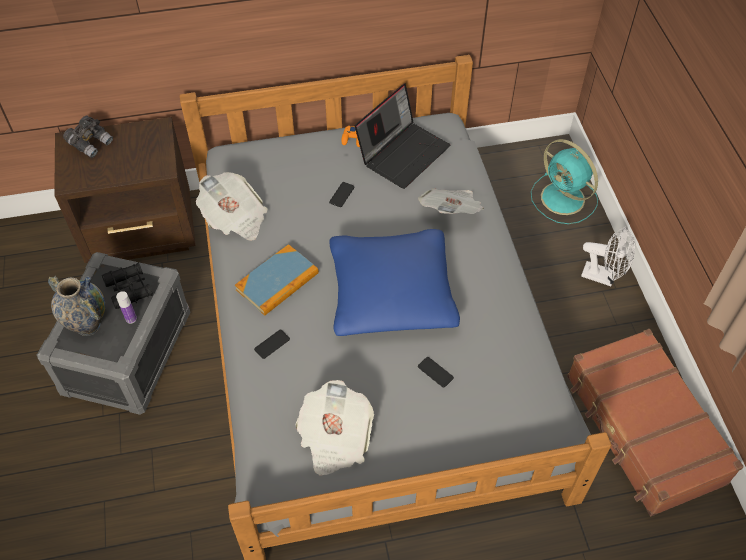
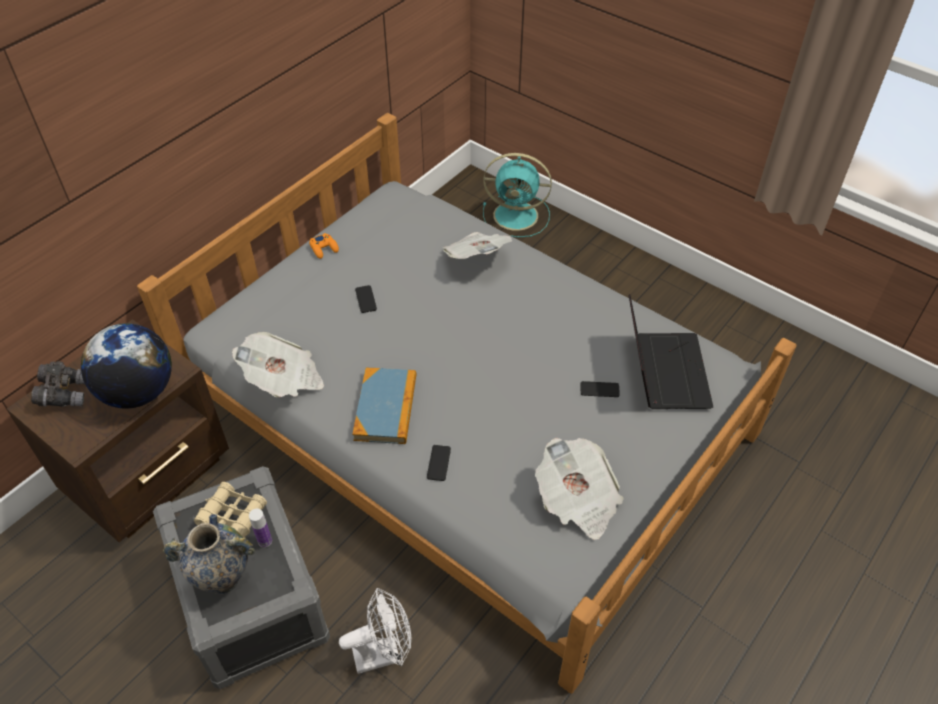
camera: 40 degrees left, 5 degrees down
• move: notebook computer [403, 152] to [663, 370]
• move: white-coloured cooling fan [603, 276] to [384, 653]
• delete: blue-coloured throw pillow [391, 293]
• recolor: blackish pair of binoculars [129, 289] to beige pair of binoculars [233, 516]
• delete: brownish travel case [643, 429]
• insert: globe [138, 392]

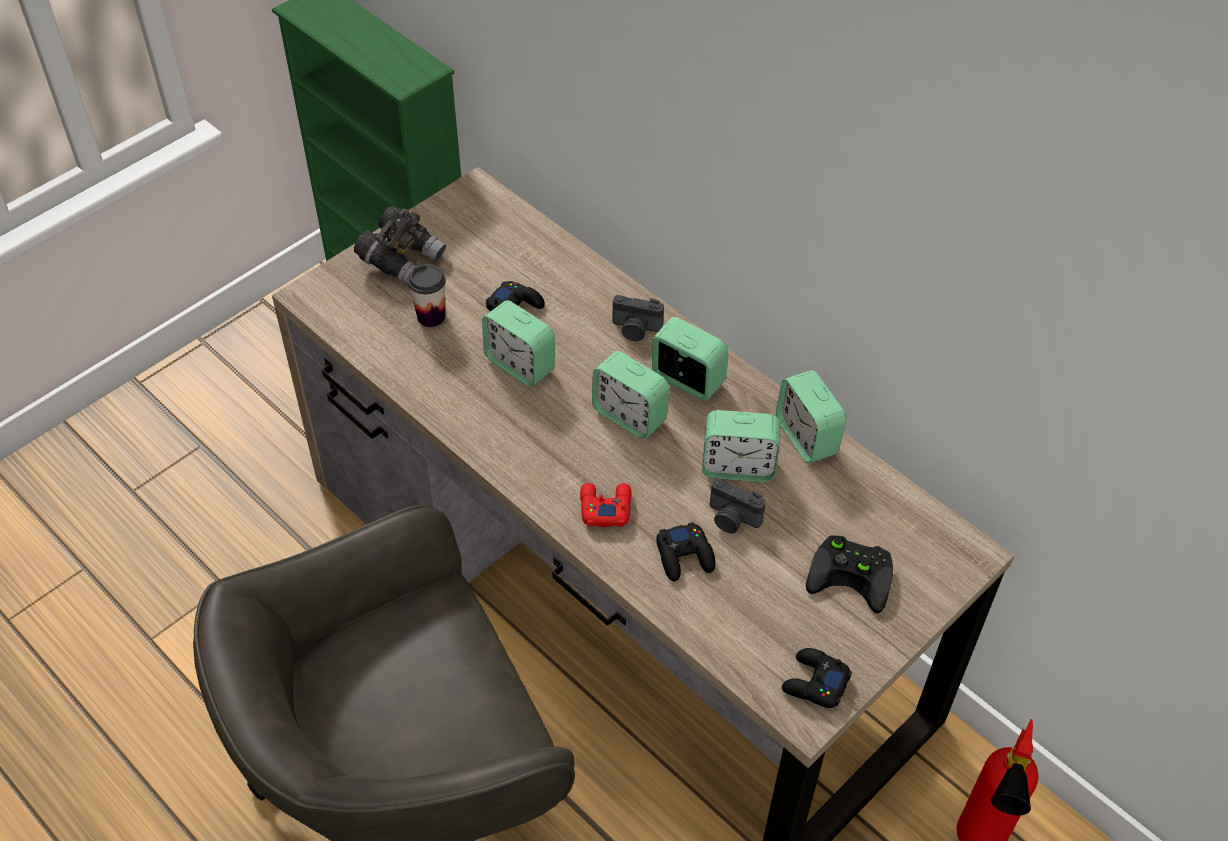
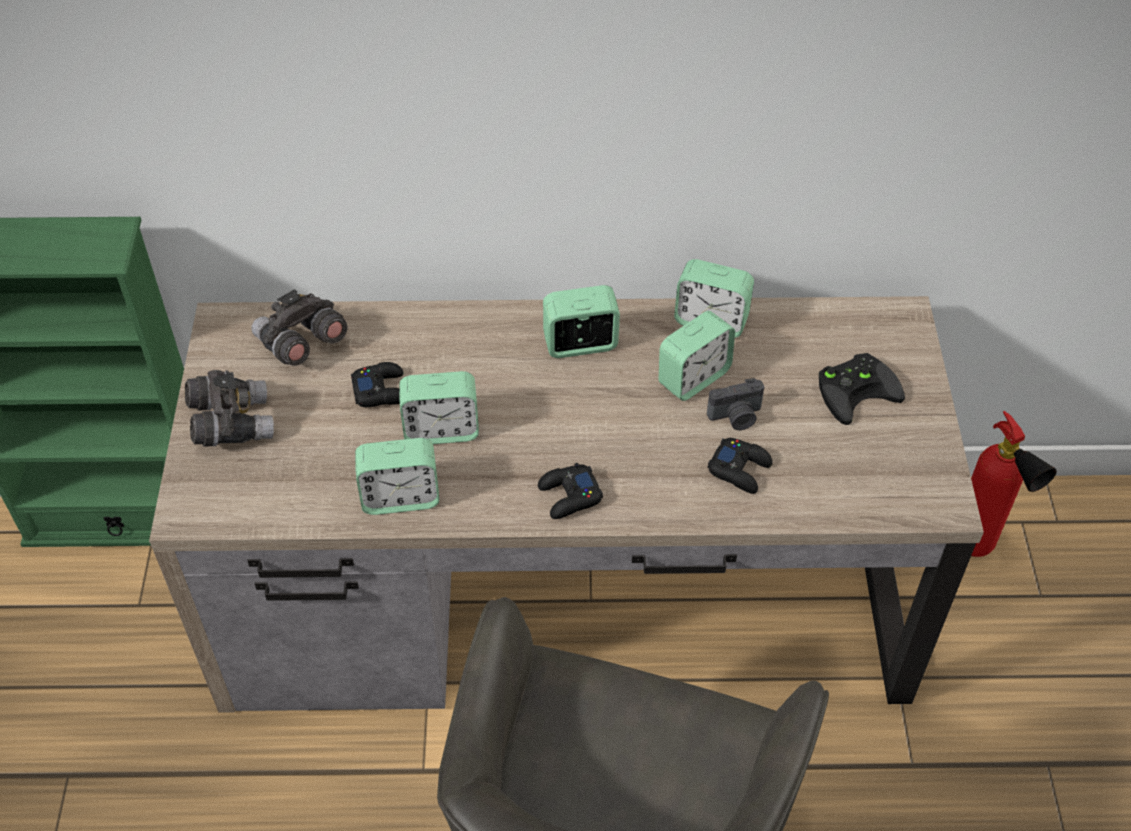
camera: 45 degrees left, 0 degrees up
• delete: cup [431, 316]
• delete: photo camera [635, 329]
• move: table clock [629, 416] to [400, 497]
• delete: reddish game controller [605, 507]
• move: blackish game controller [814, 683] to [569, 496]
• insert: grey pair of binoculars [301, 344]

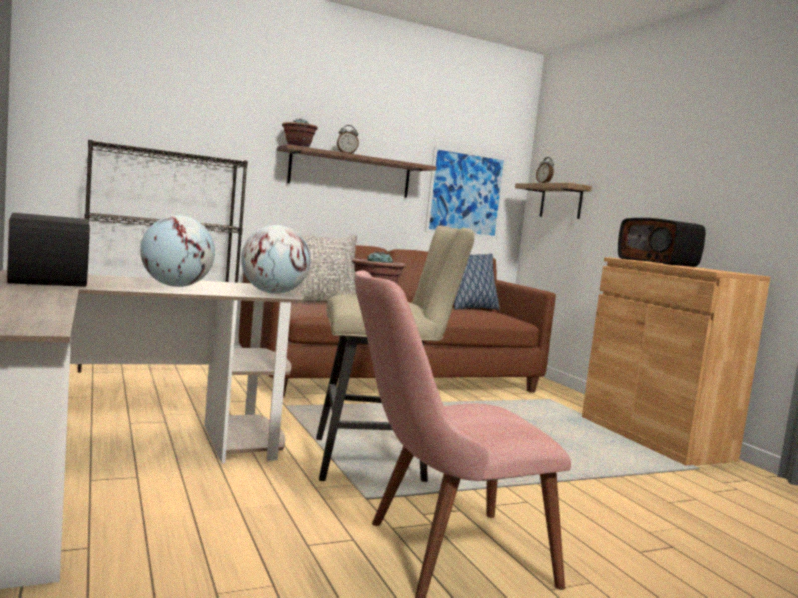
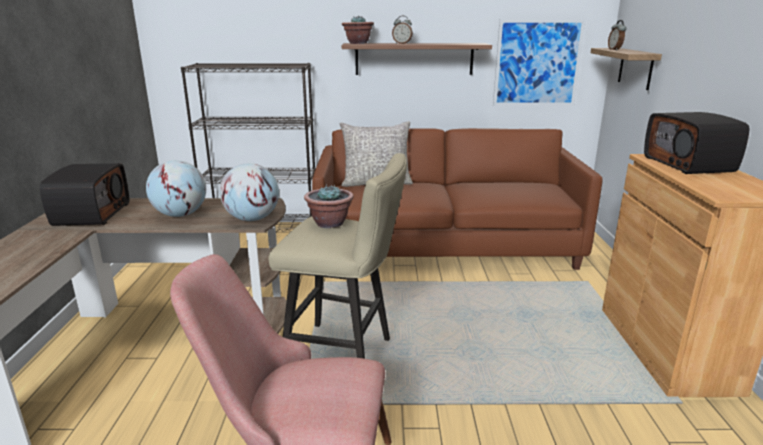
camera: 25 degrees right, 15 degrees up
• delete: throw pillow [471, 308]

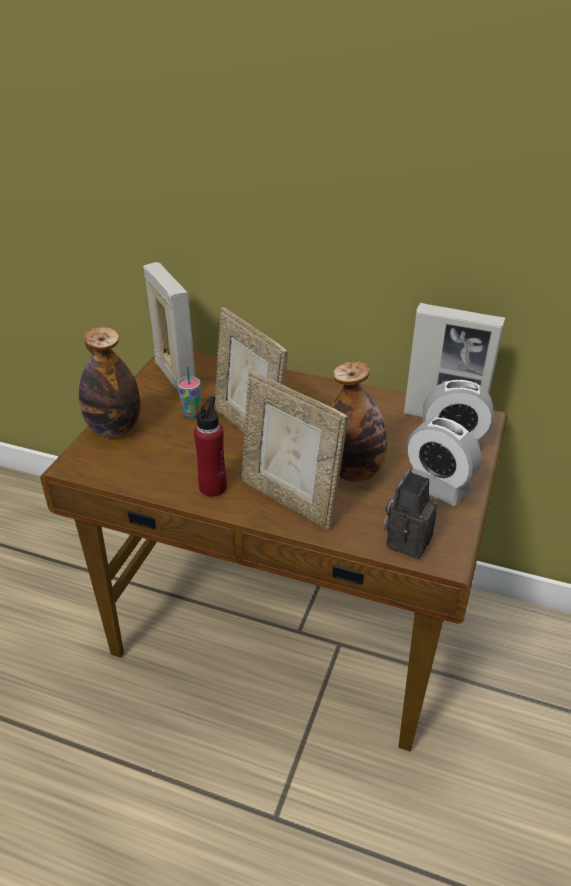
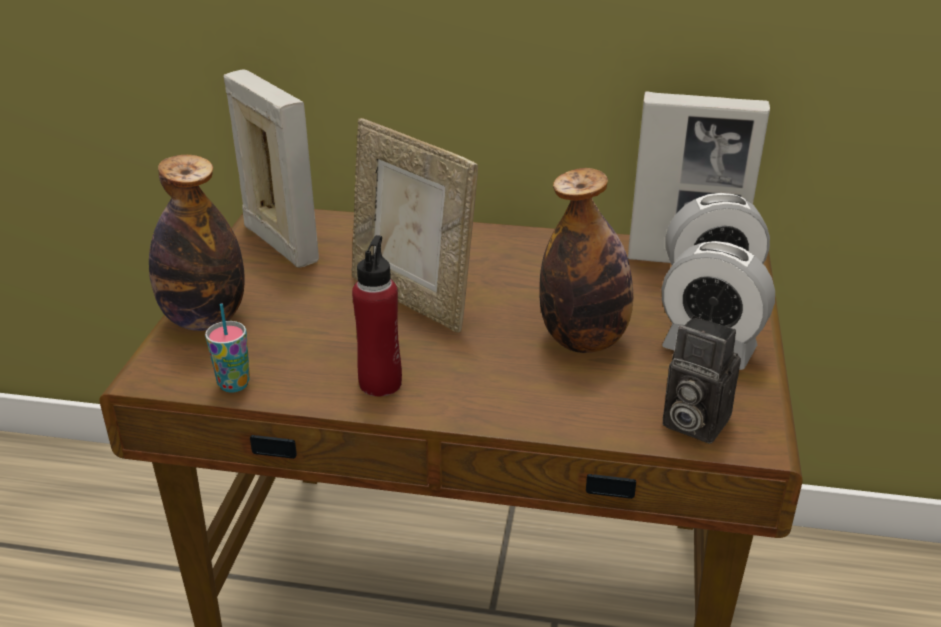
camera: 10 degrees left, 5 degrees down
• move: cup [191, 413] to [234, 384]
• delete: picture frame [290, 500]
• rotate: photo camera [407, 539] = [691, 422] 75 degrees counterclockwise

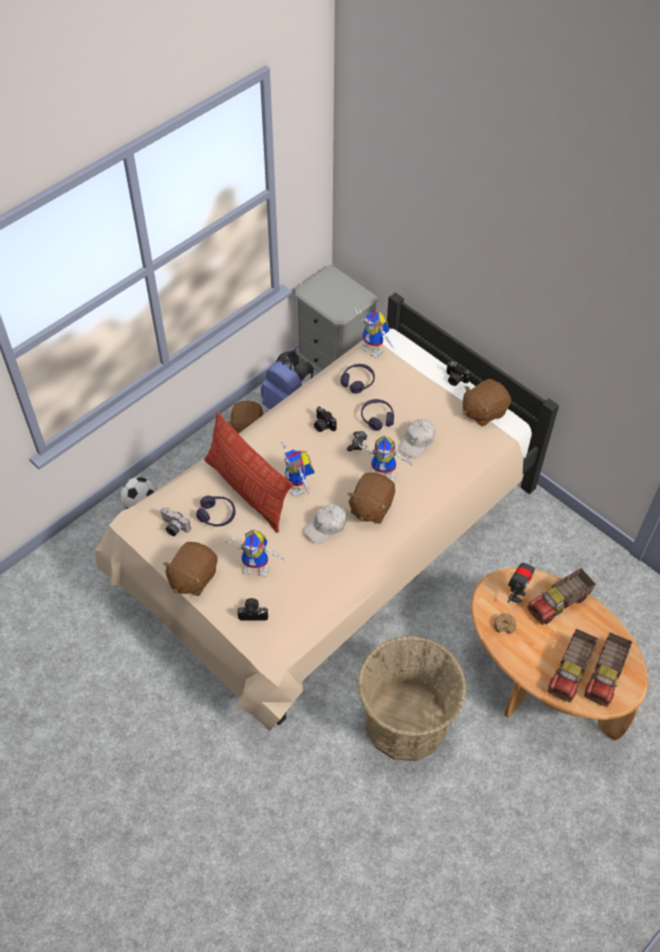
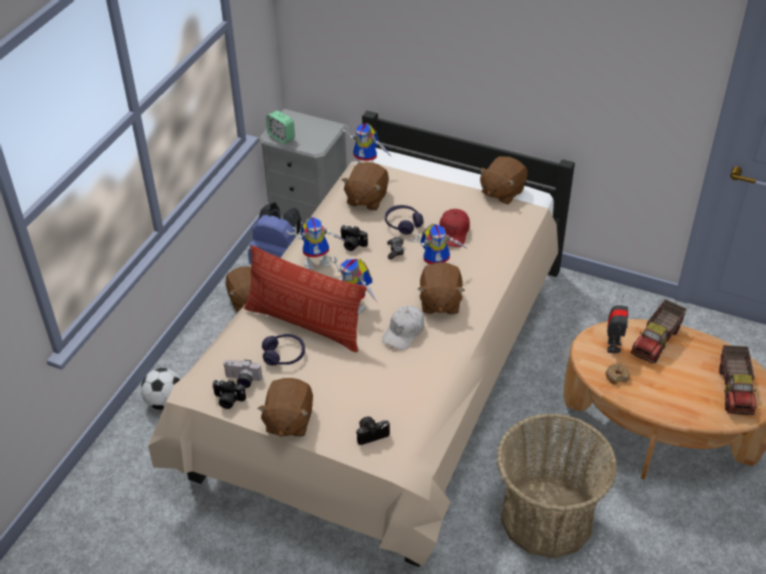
camera: 20 degrees left, 10 degrees down
• move: photo camera [455, 379] to [228, 400]
• replace: purplish headphones [357, 382] to brownish plush toy [366, 198]
• recolor: white-coloured cap [417, 441] to reddish cap [453, 233]
• move: robot figure [258, 566] to [318, 261]
• delete: toy truck [571, 671]
• insert: table clock [281, 137]

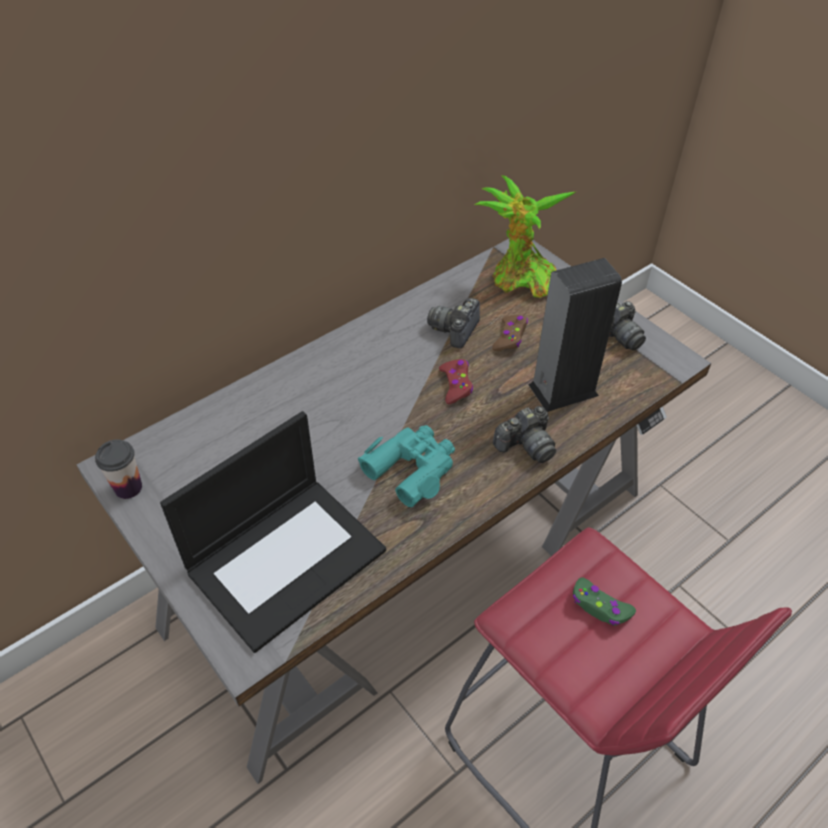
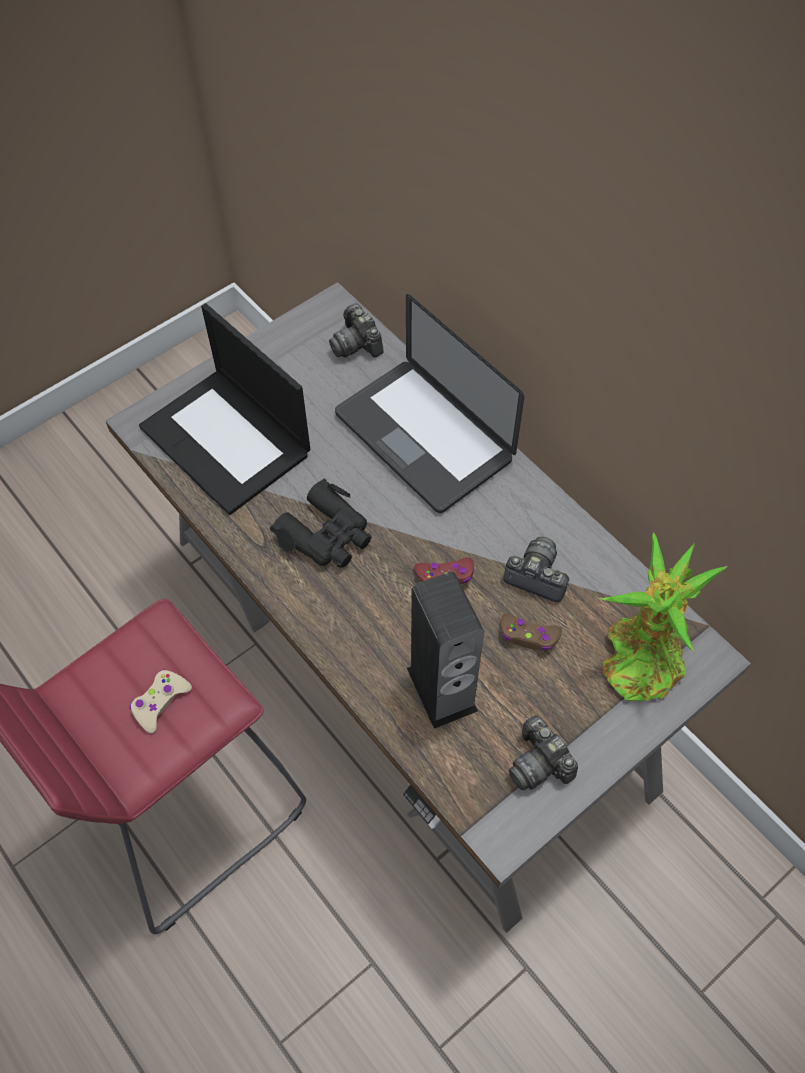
camera: 90 degrees right, 10 degrees up
• move: photo camera [526, 445] to [356, 343]
• recolor: blue-green pair of binoculars [412, 468] to blackish pair of binoculars [327, 534]
• delete: cup [128, 487]
• recolor: green game controller [600, 607] to beige game controller [160, 702]
• insert: notebook computer [423, 437]

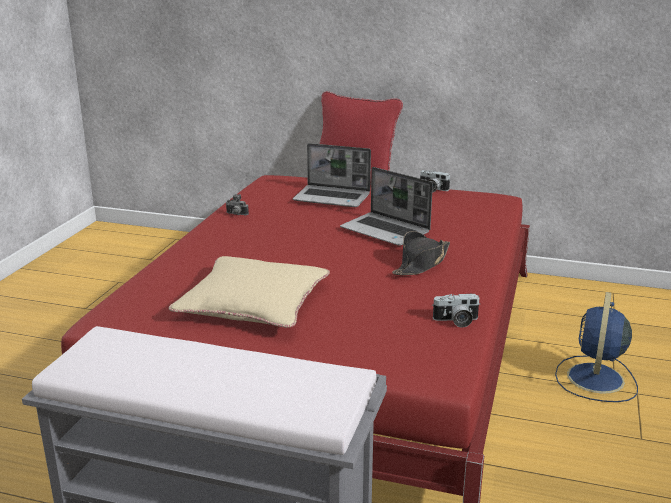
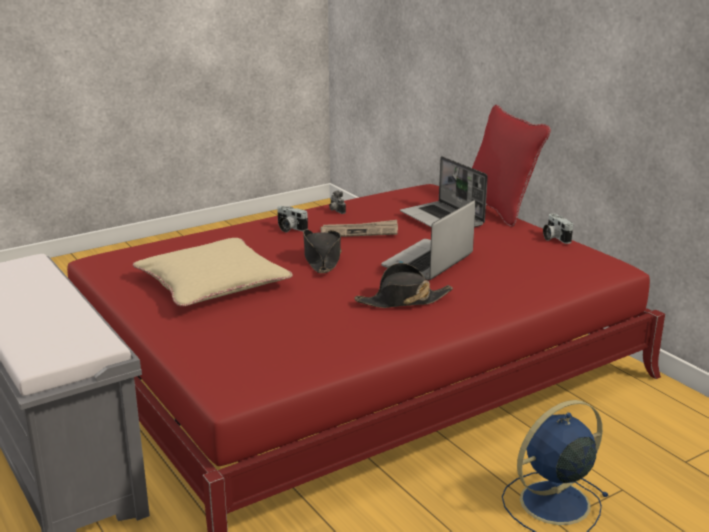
camera: 40 degrees right, 0 degrees up
• rotate: notebook computer [386, 231] = [428, 262] 45 degrees clockwise
• move: photo camera [456, 321] to [289, 228]
• insert: daily paper [359, 232]
• insert: blackish hat [322, 258]

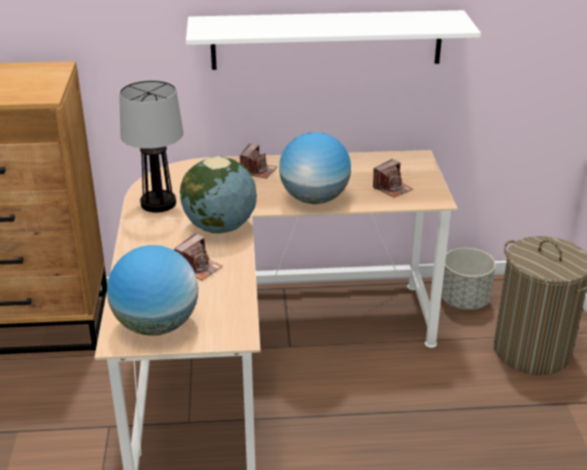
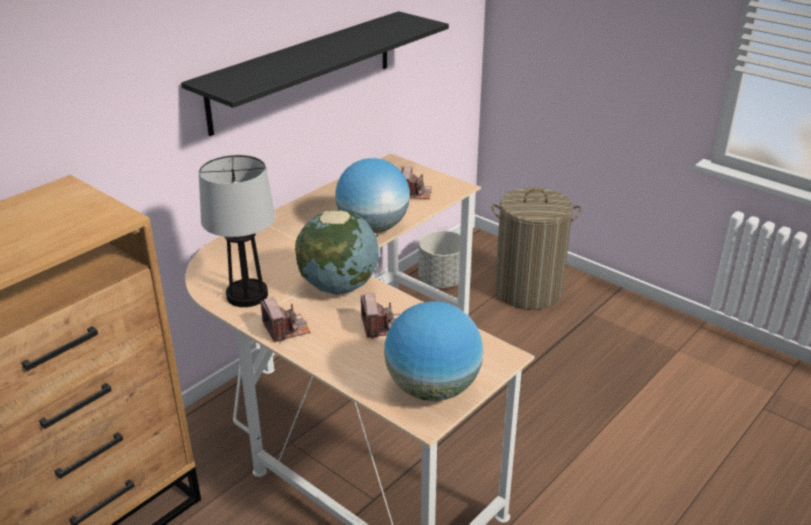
camera: 45 degrees left, 0 degrees up
• recolor: white-coloured shelf [326, 40] to blackish shelf [303, 71]
• move: photo camera [258, 171] to [286, 329]

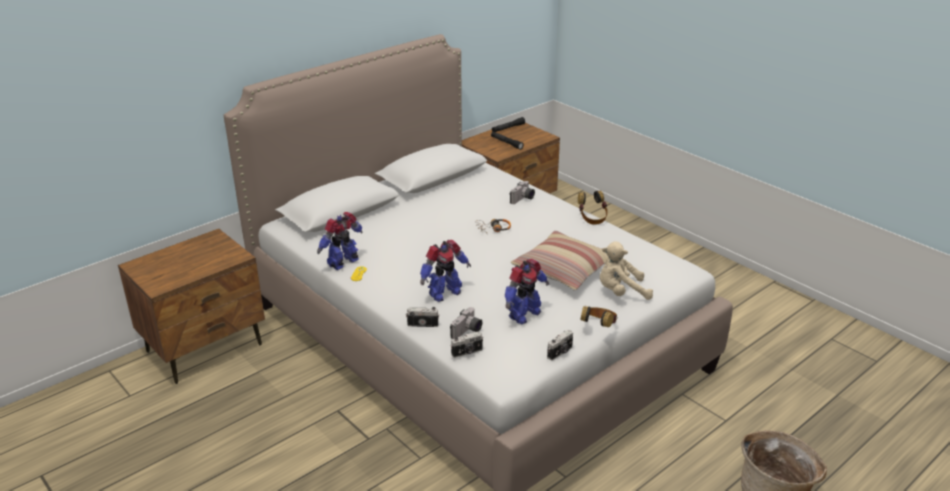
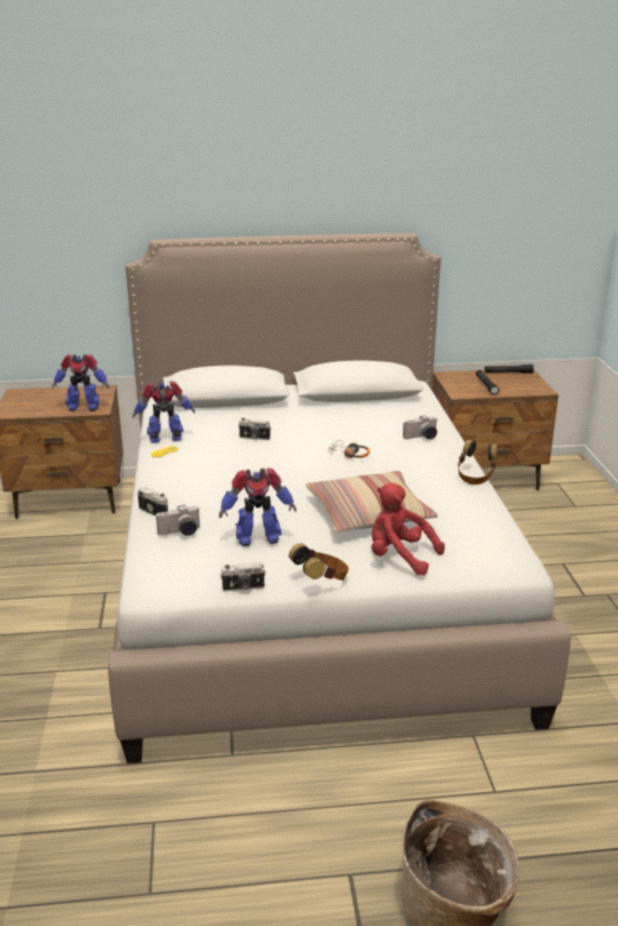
camera: 35 degrees right, 5 degrees down
• move: robot figure [444, 293] to [83, 407]
• recolor: beige plush toy [621, 292] to reddish plush toy [399, 557]
• move: photo camera [467, 352] to [254, 438]

